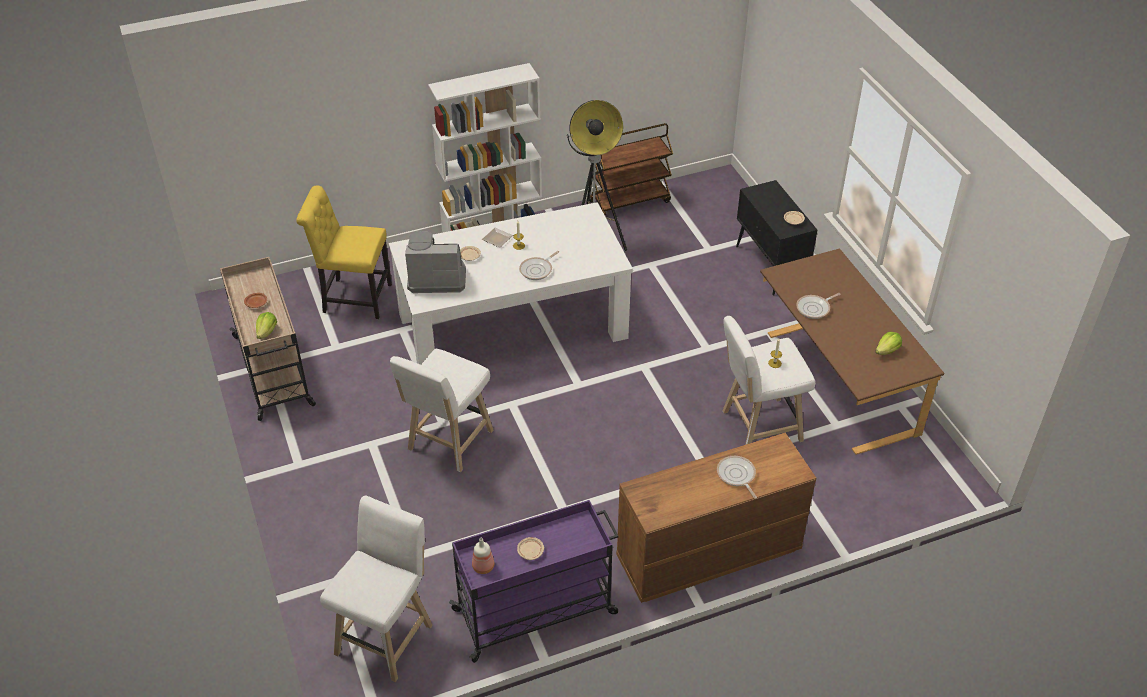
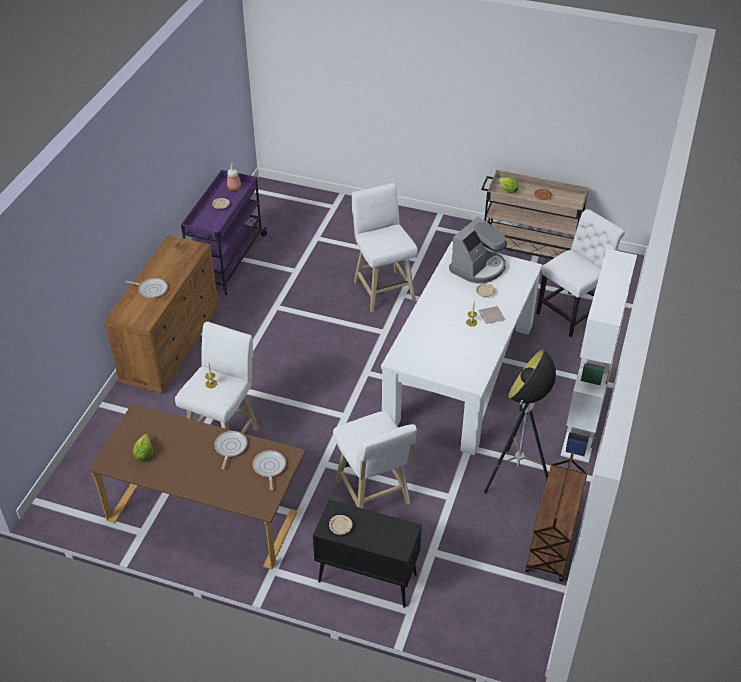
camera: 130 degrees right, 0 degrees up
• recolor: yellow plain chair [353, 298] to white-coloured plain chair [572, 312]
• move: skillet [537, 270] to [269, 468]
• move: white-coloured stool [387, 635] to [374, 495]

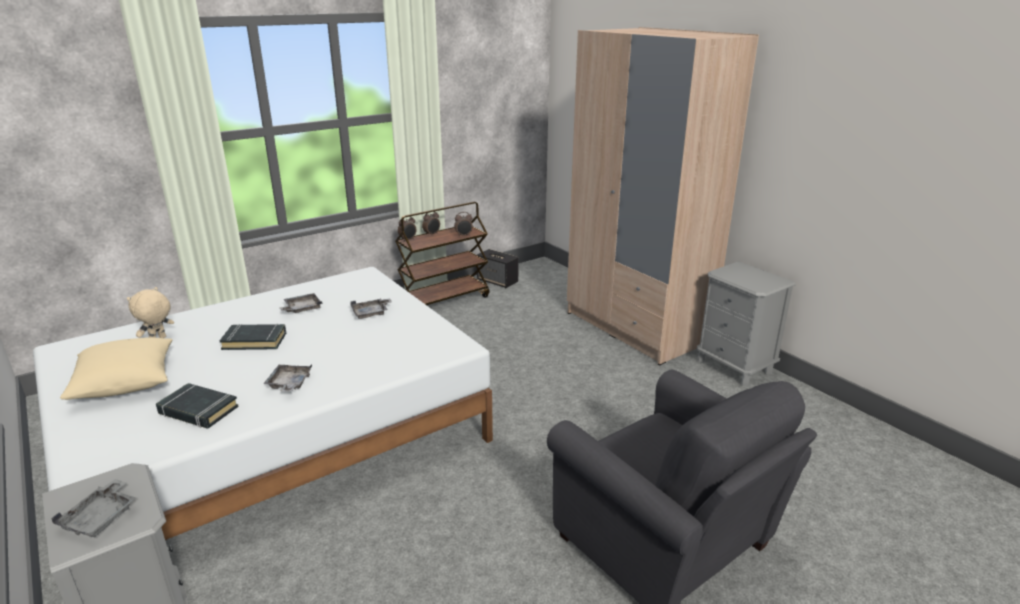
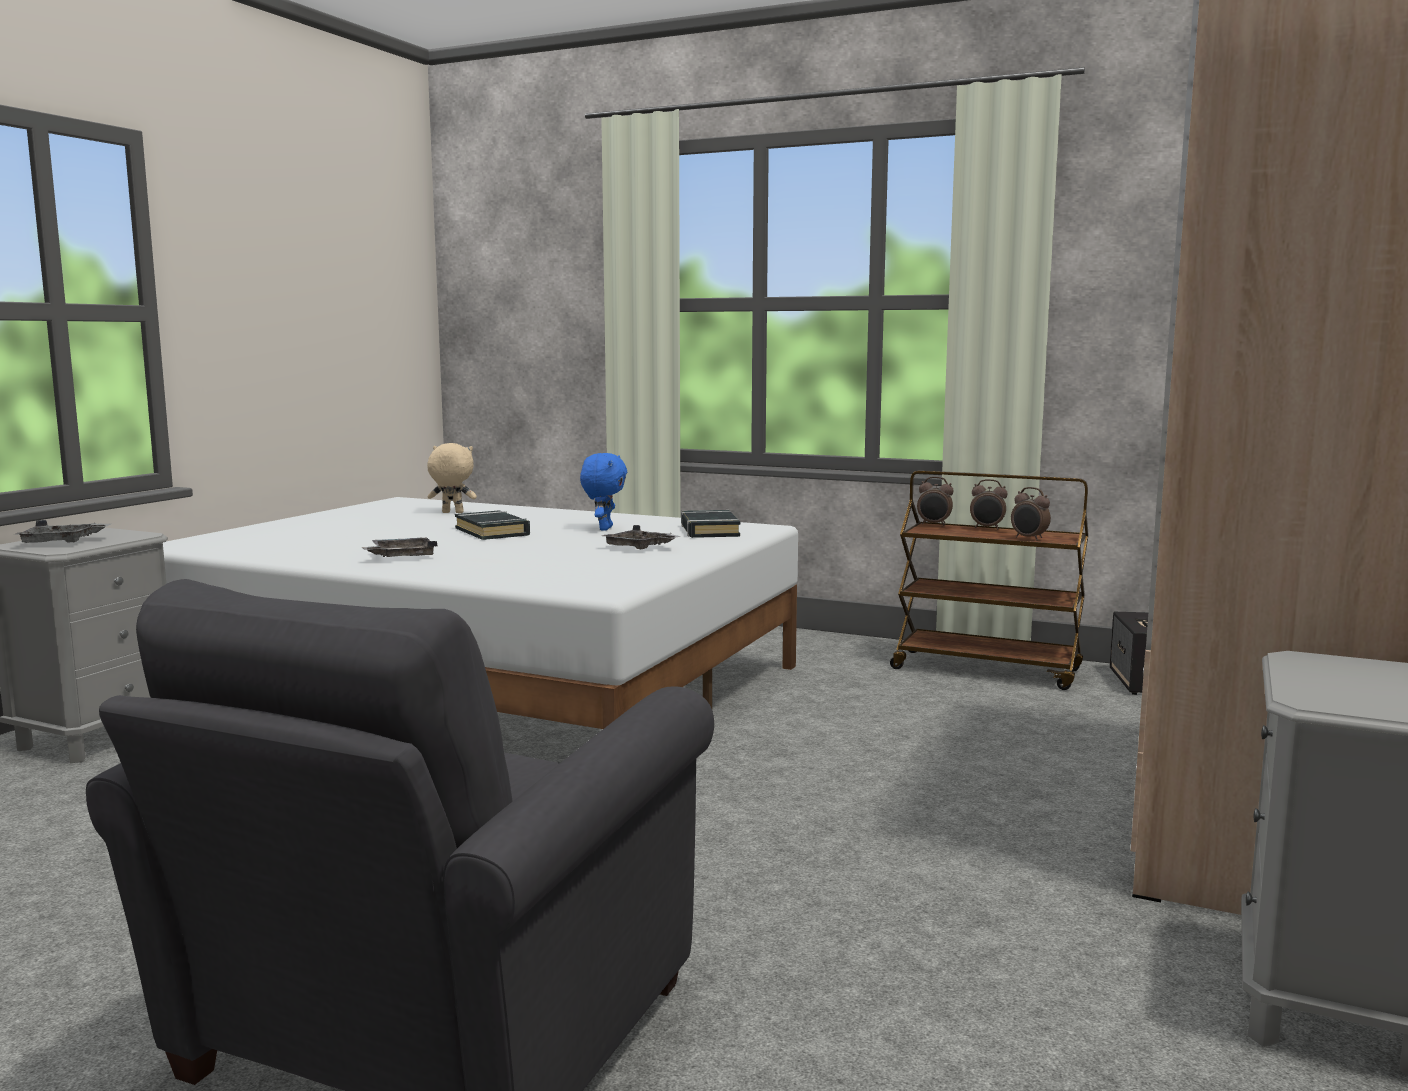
camera: 60 degrees right, 15 degrees down
• replace: grey carrying tray [302, 309] to blue-coloured plush toy [604, 528]
• delete: beige throw pillow [126, 383]
• move: blackish volume [198, 410] to [709, 530]

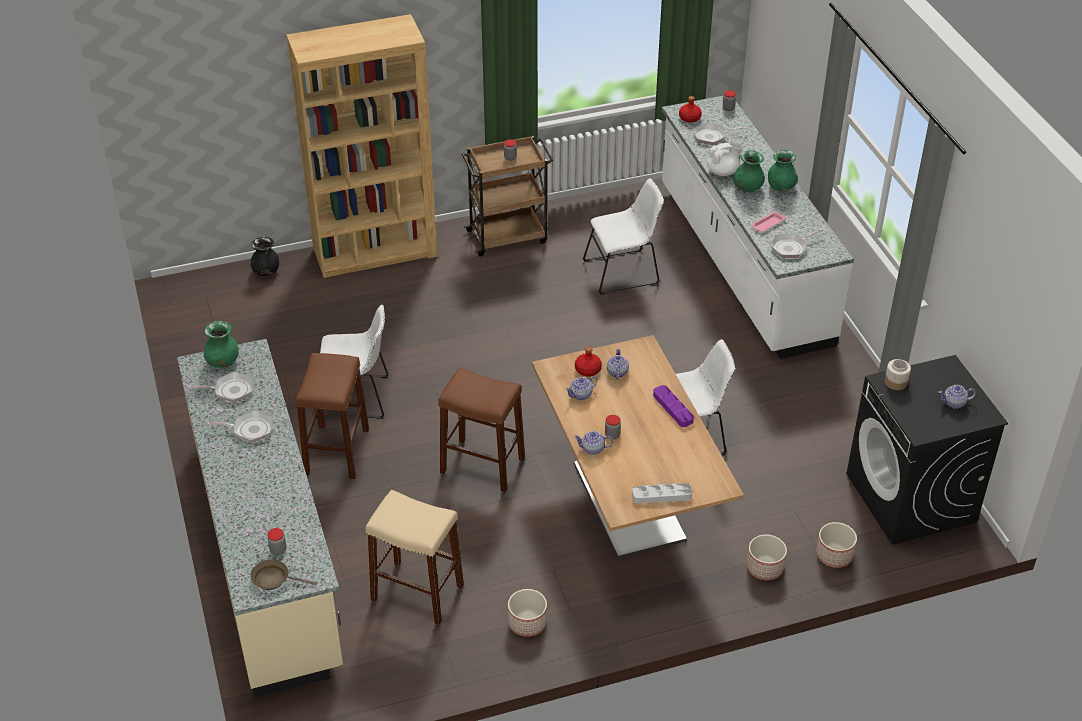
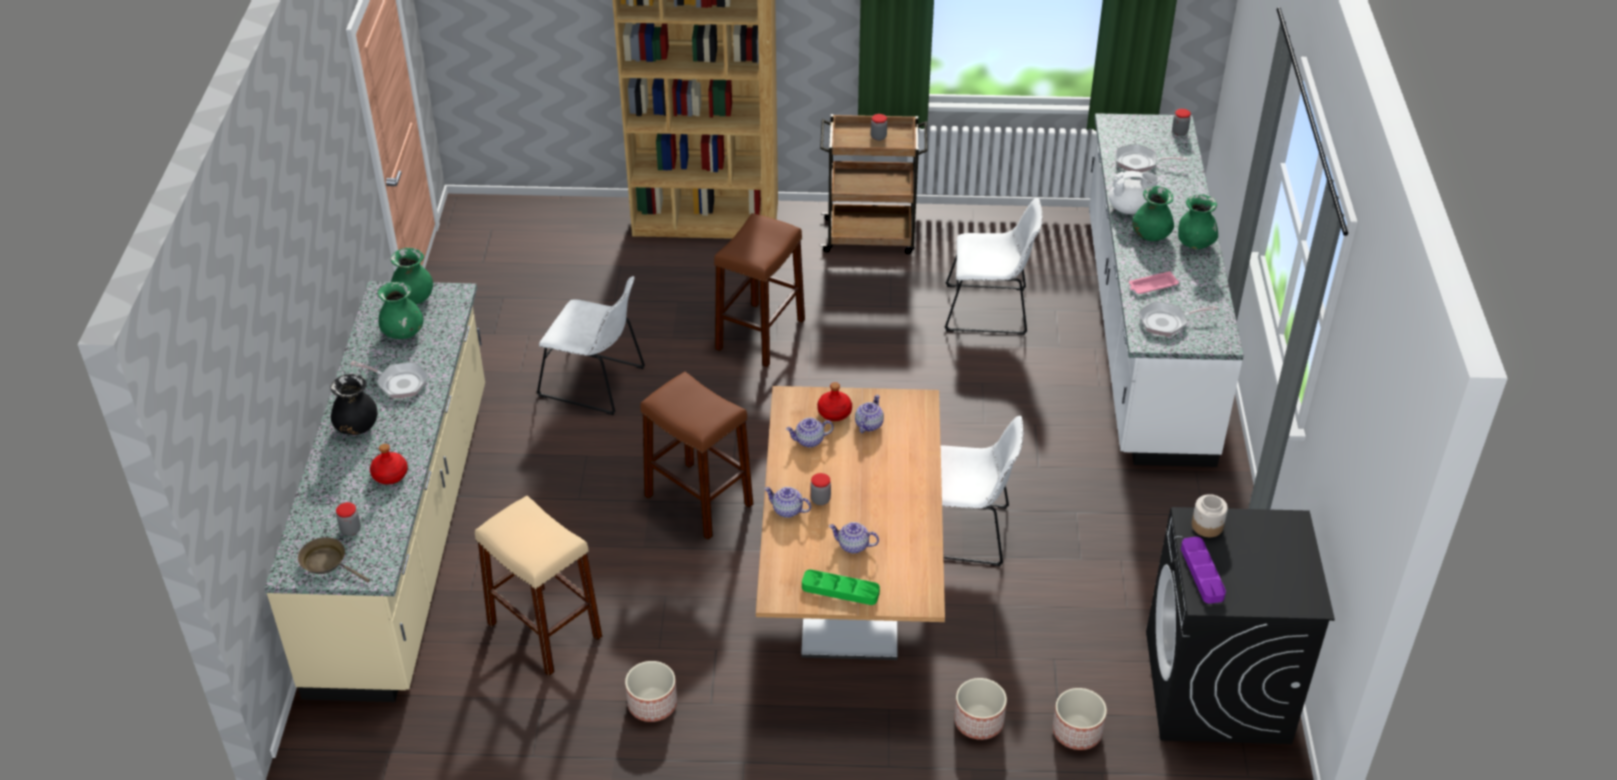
camera: 20 degrees right, 0 degrees up
• move: reddish beverage bottle [689, 118] to [389, 475]
• move: blackish vase [266, 272] to [357, 427]
• move: brownish stool [337, 451] to [760, 334]
• replace: skillet [230, 390] to green vase [403, 333]
• move: purplish carrying tray [673, 408] to [1202, 573]
• move: teapot [954, 403] to [853, 546]
• recolor: grey carrying tray [661, 495] to green carrying tray [840, 590]

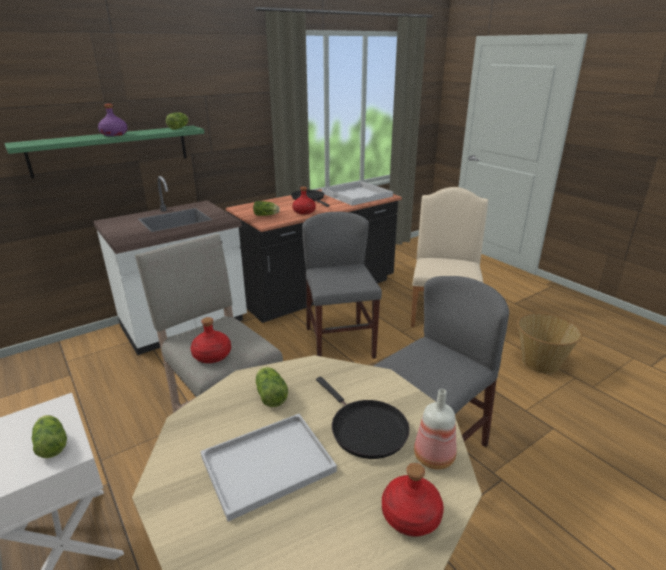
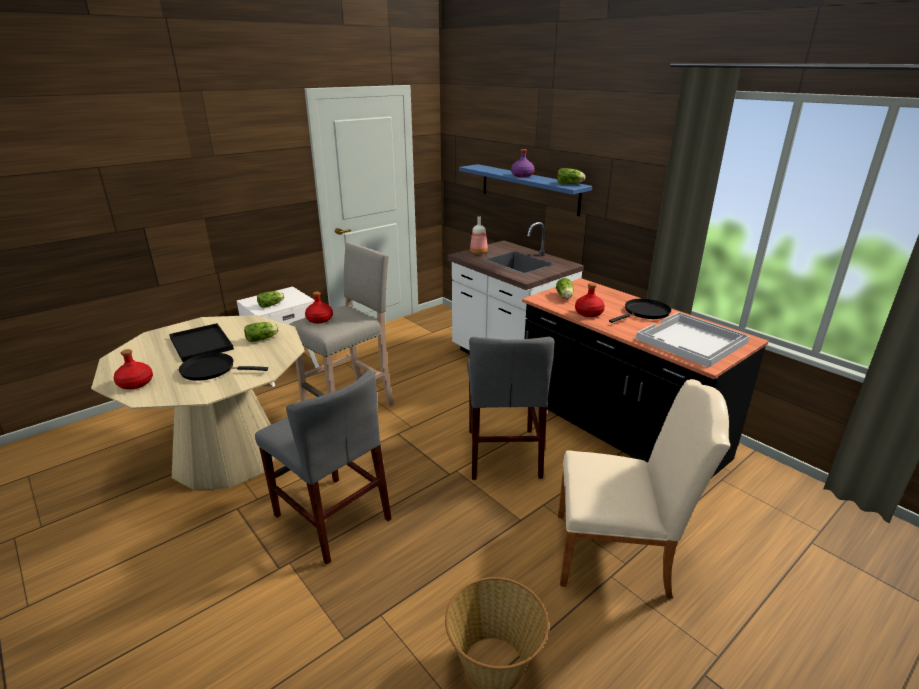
camera: 85 degrees right, 0 degrees up
• recolor: green shelf [111, 150] to blue-coloured shelf [529, 189]
• rotate: grey plain chair [339, 342] = [503, 453] 105 degrees clockwise
• rotate: blackish skillet [365, 429] = [212, 370] 45 degrees clockwise
• move: beverage bottle [433, 456] to [479, 252]
• recolor: white-coloured carrying tray [266, 466] to blackish carrying tray [200, 343]

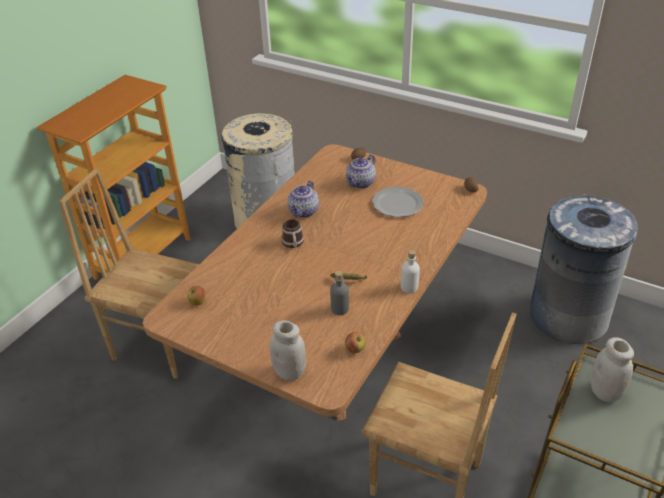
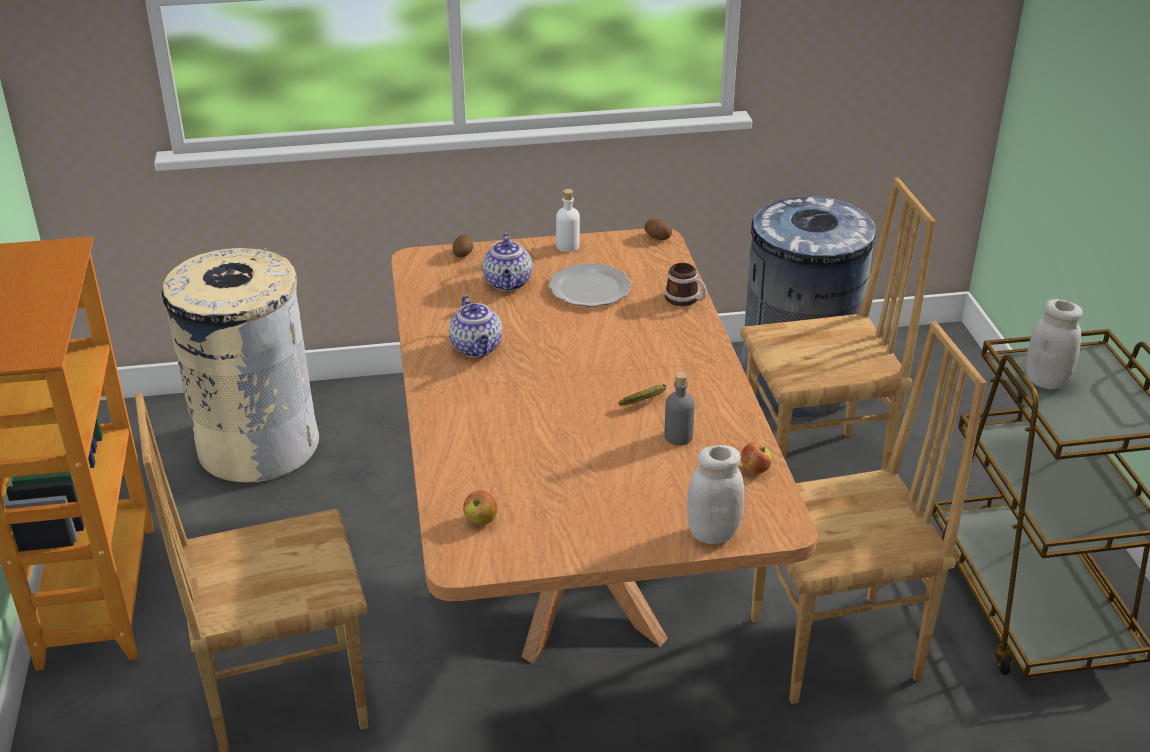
camera: 40 degrees left, 5 degrees down
• move: tea mug [293, 244] to [686, 300]
• move: white-coloured beverage bottle [409, 287] to [567, 246]
• insert: brownish plain chair [814, 471]

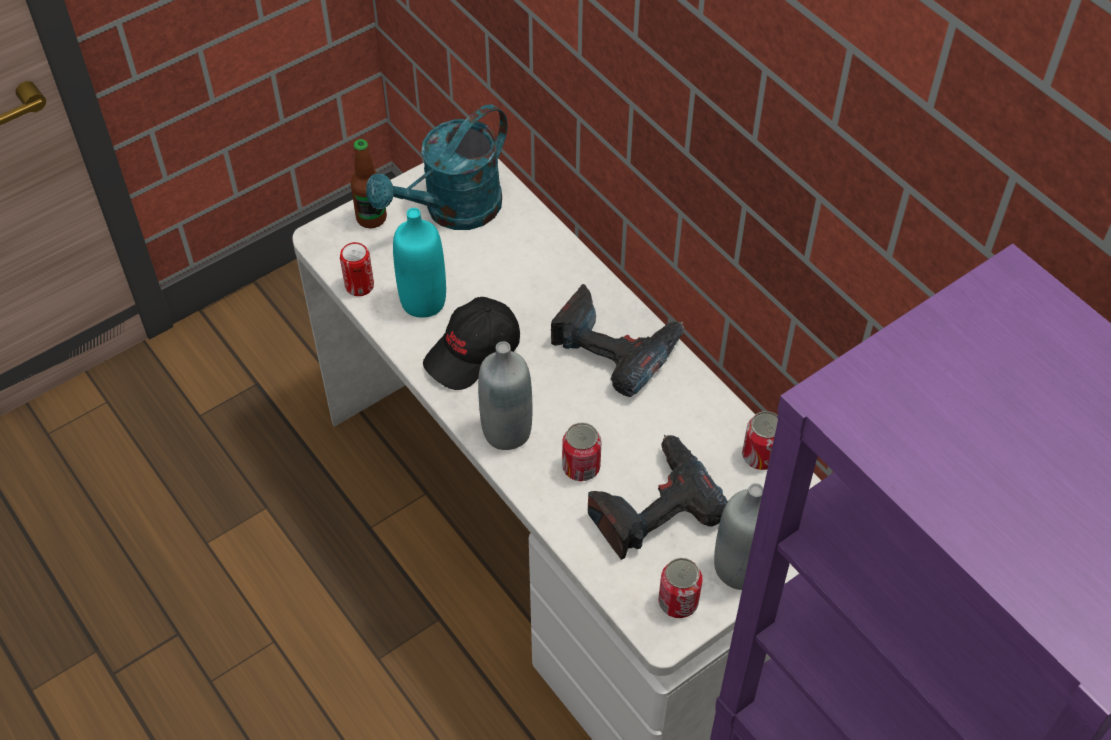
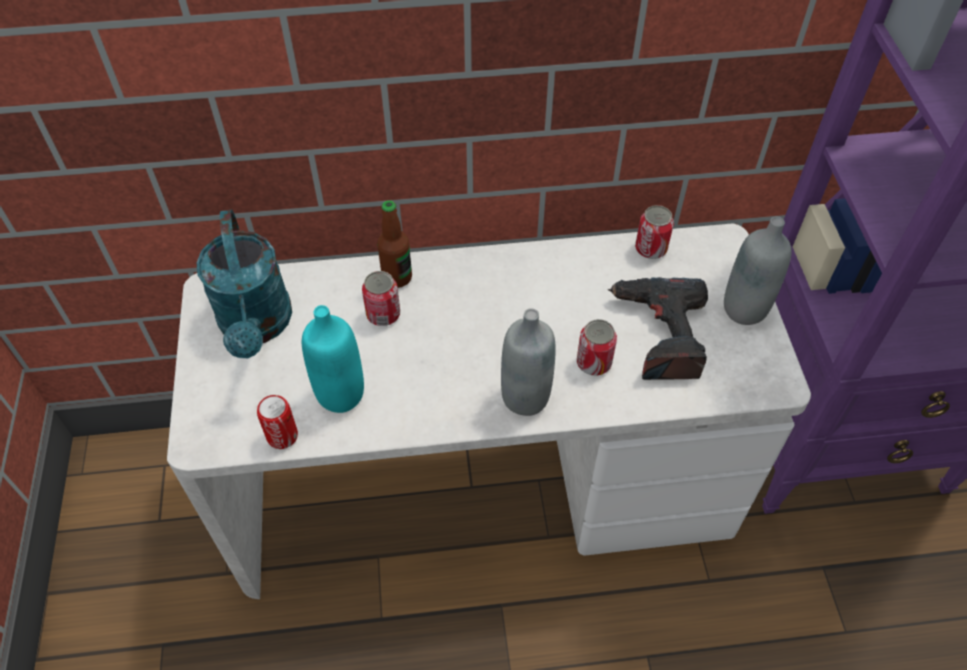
camera: 60 degrees left, 0 degrees up
• move: beverage bottle [371, 218] to [397, 277]
• delete: power drill [615, 348]
• delete: blackish cap [473, 353]
• move: sealed can [678, 602] to [383, 314]

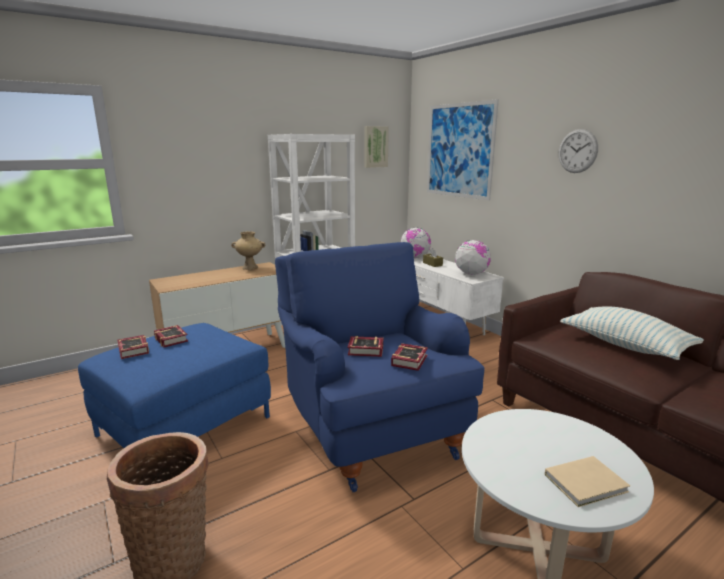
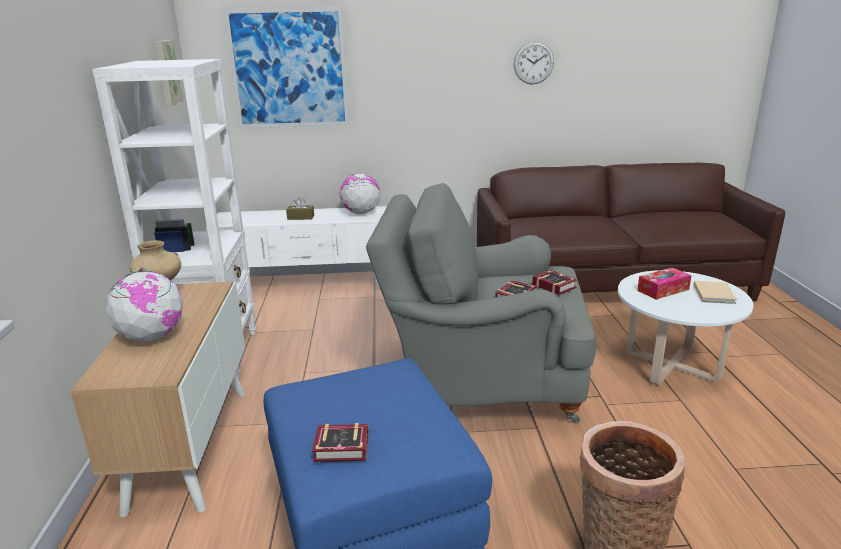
camera: 60 degrees left, 5 degrees up
• move: wall clock [577, 151] to [533, 63]
• move: globe [415, 257] to [152, 337]
• recolor: blue-coloured lounge chair [370, 425] to grey lounge chair [482, 385]
• delete: throw pillow [625, 345]
• delete: volume [171, 339]
• insert: tissue holder [663, 290]

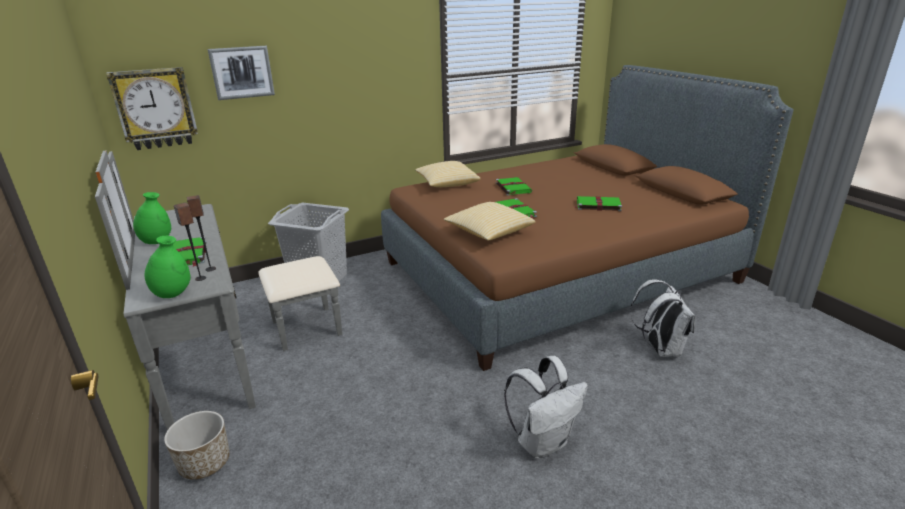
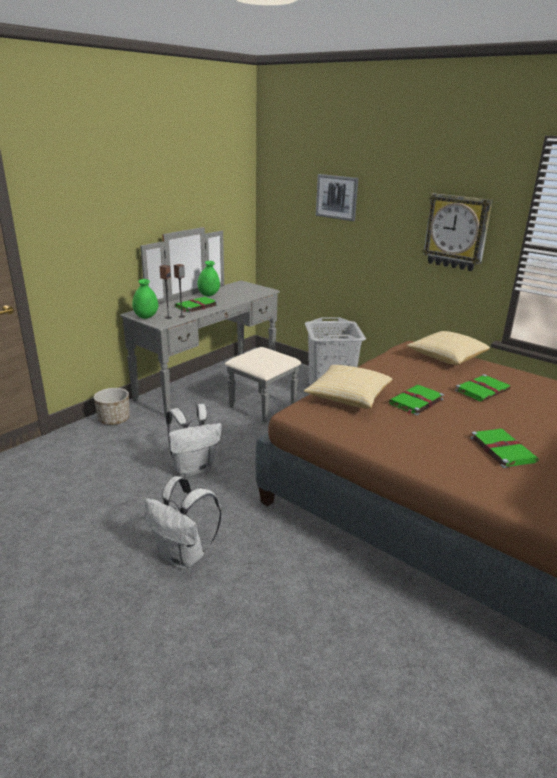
camera: 65 degrees right, 0 degrees up
• move: wall clock [155, 108] to [456, 232]
• move: white-coloured backpack [660, 349] to [193, 468]

